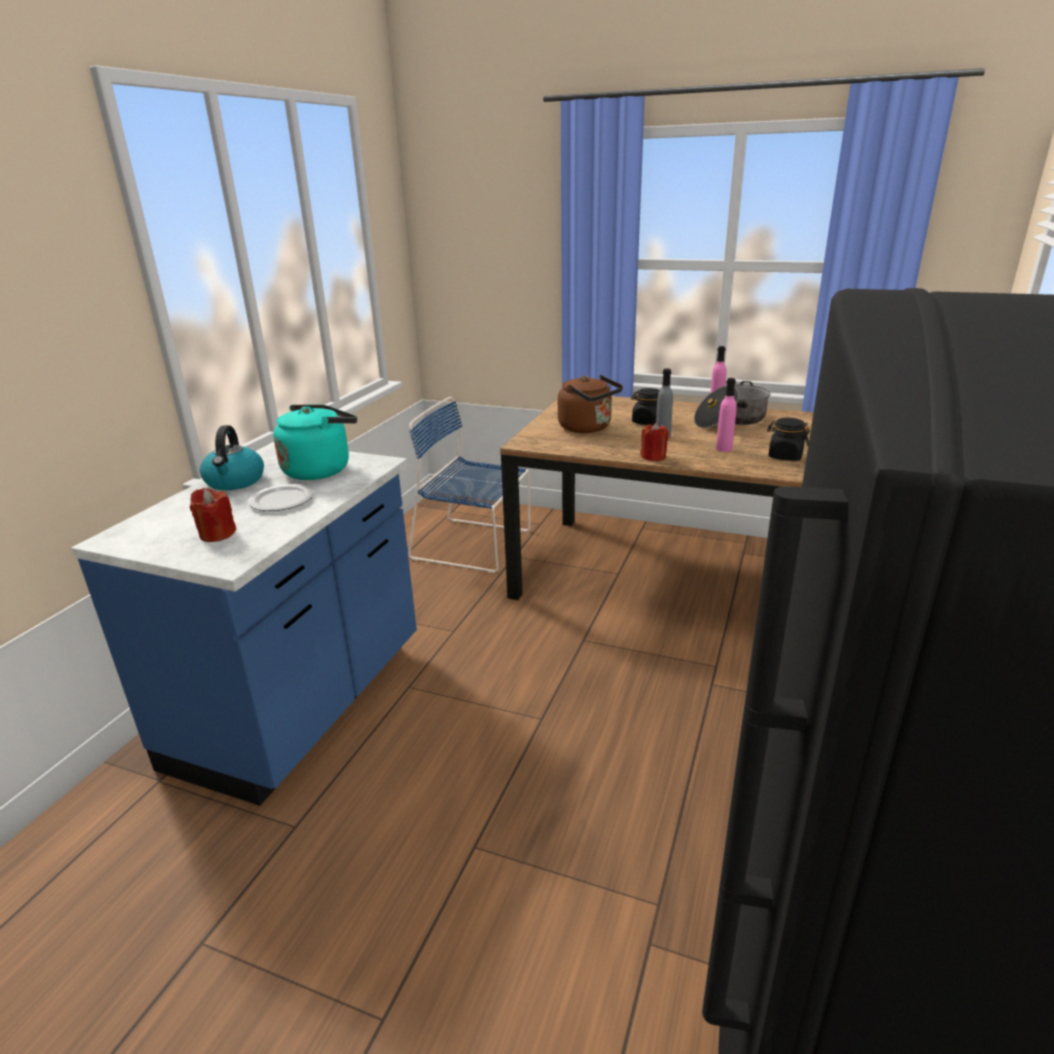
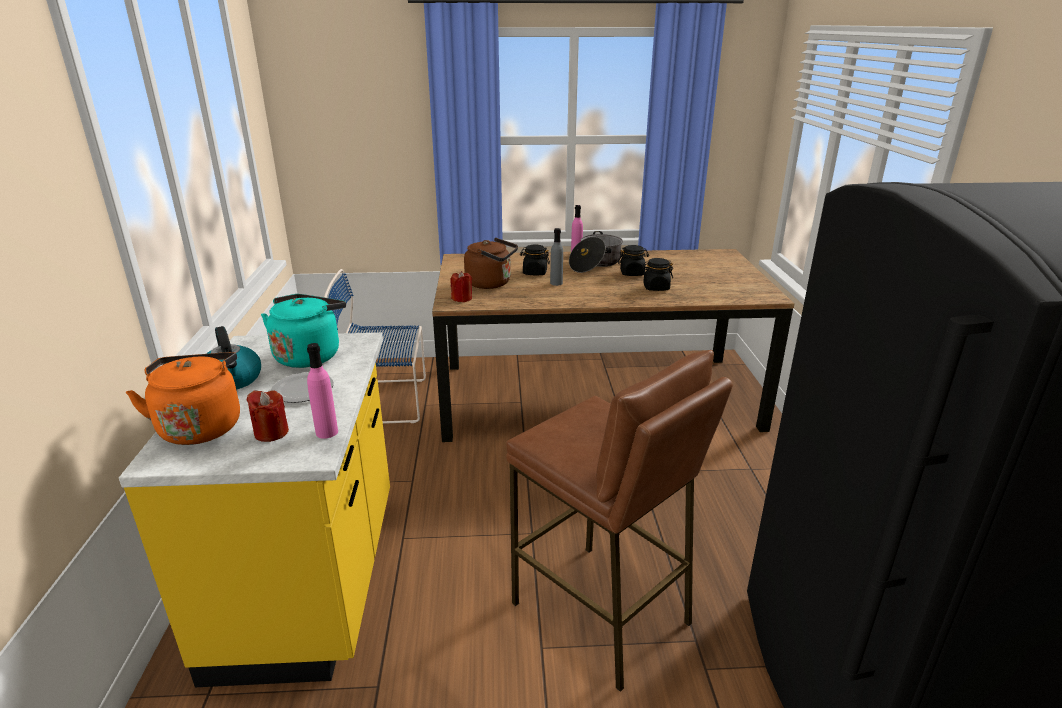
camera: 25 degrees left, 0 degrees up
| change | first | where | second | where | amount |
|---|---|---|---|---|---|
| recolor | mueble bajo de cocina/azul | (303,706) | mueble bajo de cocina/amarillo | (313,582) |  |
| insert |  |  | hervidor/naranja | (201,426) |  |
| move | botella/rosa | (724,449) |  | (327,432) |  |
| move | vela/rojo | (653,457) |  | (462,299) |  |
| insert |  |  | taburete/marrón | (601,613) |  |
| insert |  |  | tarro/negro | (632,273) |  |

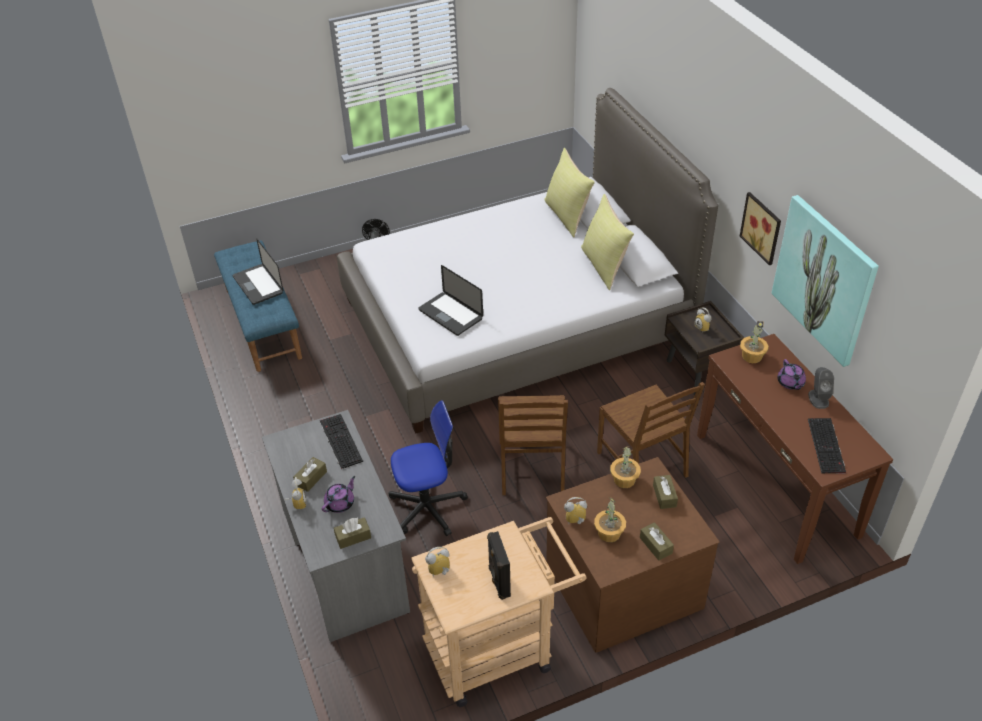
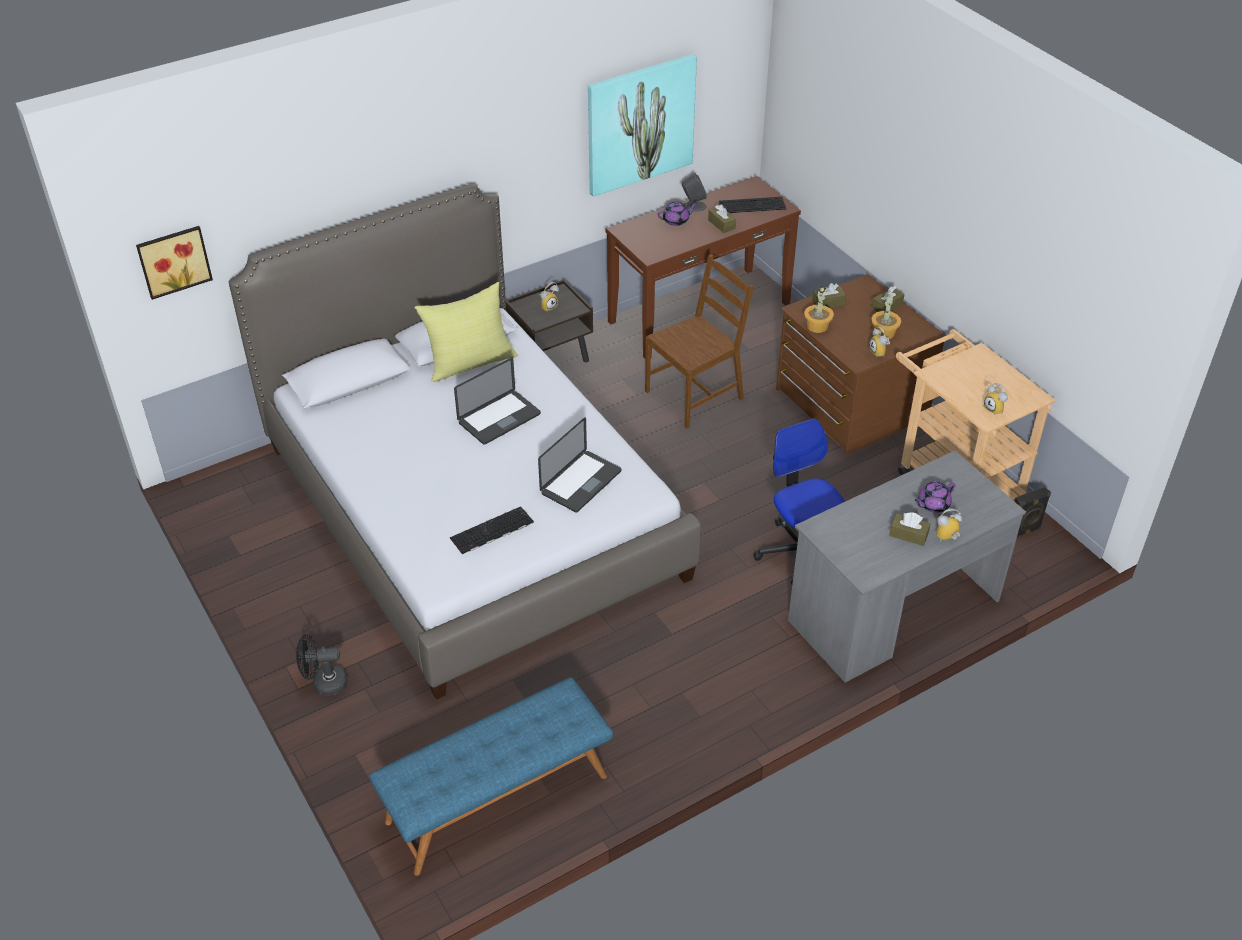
camera: 100 degrees left, 0 degrees up
| change | first | where | second | where | amount |
|---|---|---|---|---|---|
| move | cuadro | (763,227) |  | (173,260) |  |
| move | teclado | (339,441) |  | (491,531) |  |
| move | portátil | (258,285) |  | (499,418) |  |
| move | caja de pañuelos/marrón | (353,537) |  | (721,224) |  |
| rotate | tetera/morado | (340,503) |  | (932,504) | 60 degrees counterclockwise |
| move | altavoz/negro | (498,582) |  | (1024,531) |  |
| delete | silla/marrón | (532,468) |  |  |  |
| delete | cojín/amarillo | (567,216) |  |  |  |
| delete | planta en maceta | (752,356) |  |  |  |

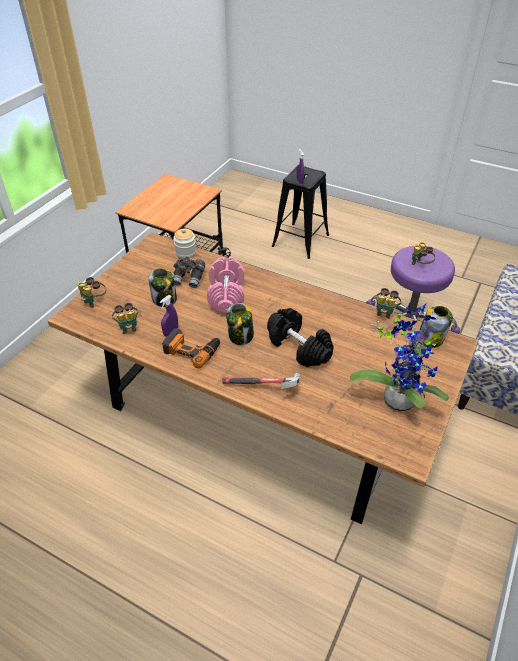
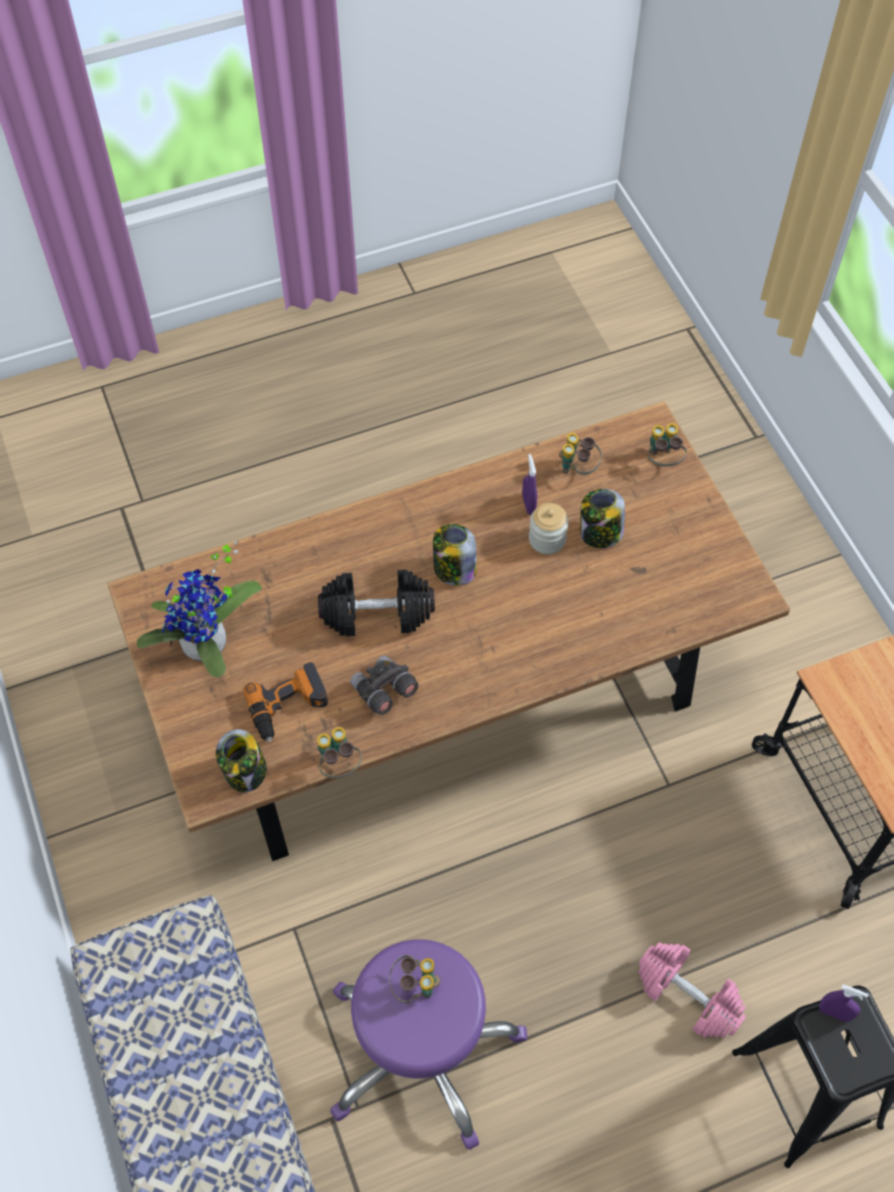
camera: 130 degrees right, 15 degrees up
| change | first | where | second | where | amount |
|---|---|---|---|---|---|
| move | taladro | (192,349) |  | (288,707) |  |
| move | prismáticos/gris | (189,278) |  | (383,692) |  |
| move | tarro | (186,253) |  | (547,539) |  |
| move | mancuerna/rosa | (226,294) |  | (689,995) |  |
| delete | martillo | (263,387) |  |  |  |

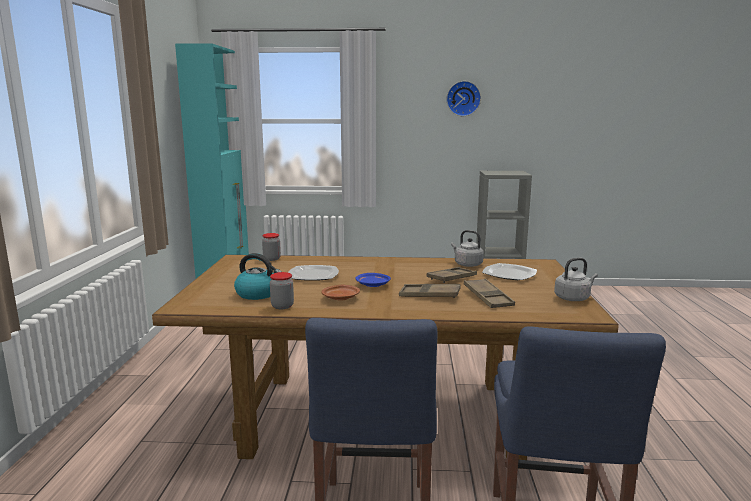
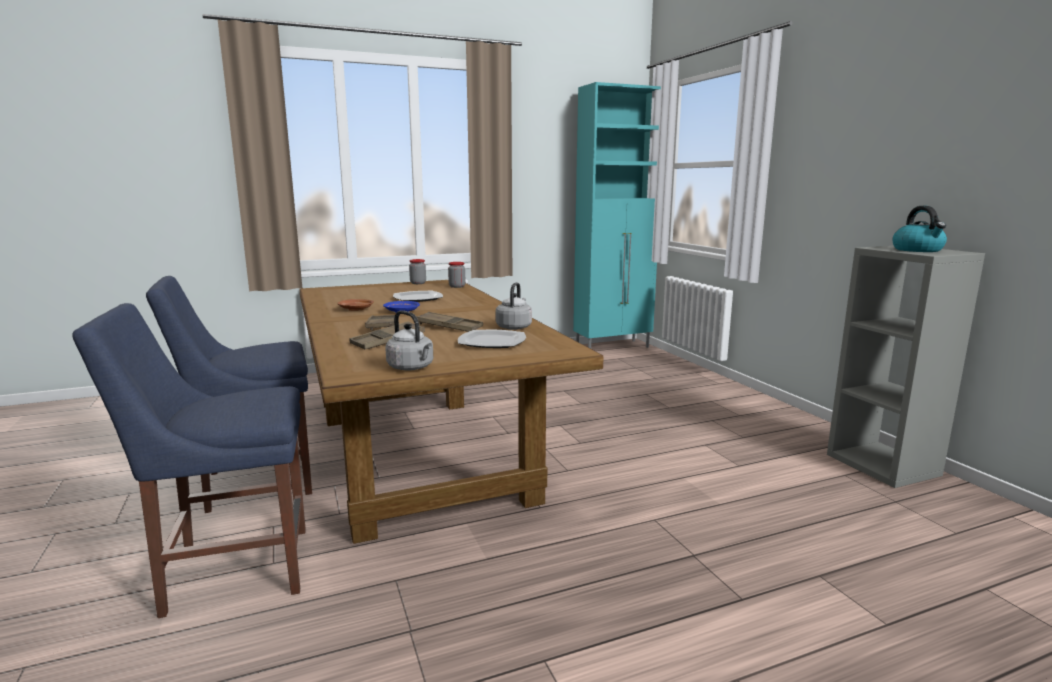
camera: 65 degrees right, 0 degrees up
| change | first | where | second | where | amount |
|---|---|---|---|---|---|
| move | tarro | (282,306) |  | (418,283) |  |
| move | hervidor | (258,294) |  | (918,250) |  |
| delete | reloj de pared | (463,98) |  |  |  |

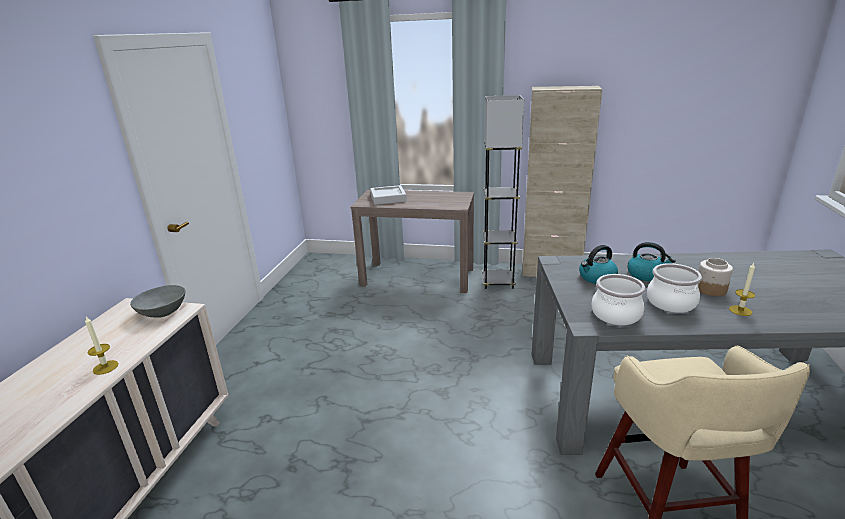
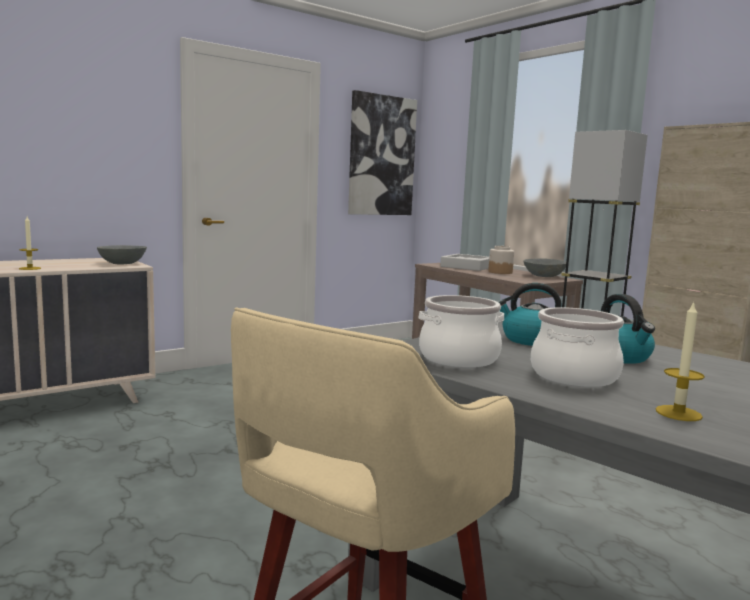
camera: 40 degrees right, 15 degrees down
| change | first | where | second | where | amount |
|---|---|---|---|---|---|
| insert |  |  | cuadro | (381,156) |  |
| move | tarro | (710,289) |  | (500,272) |  |
| insert |  |  | cuenco/gris | (543,276) |  |

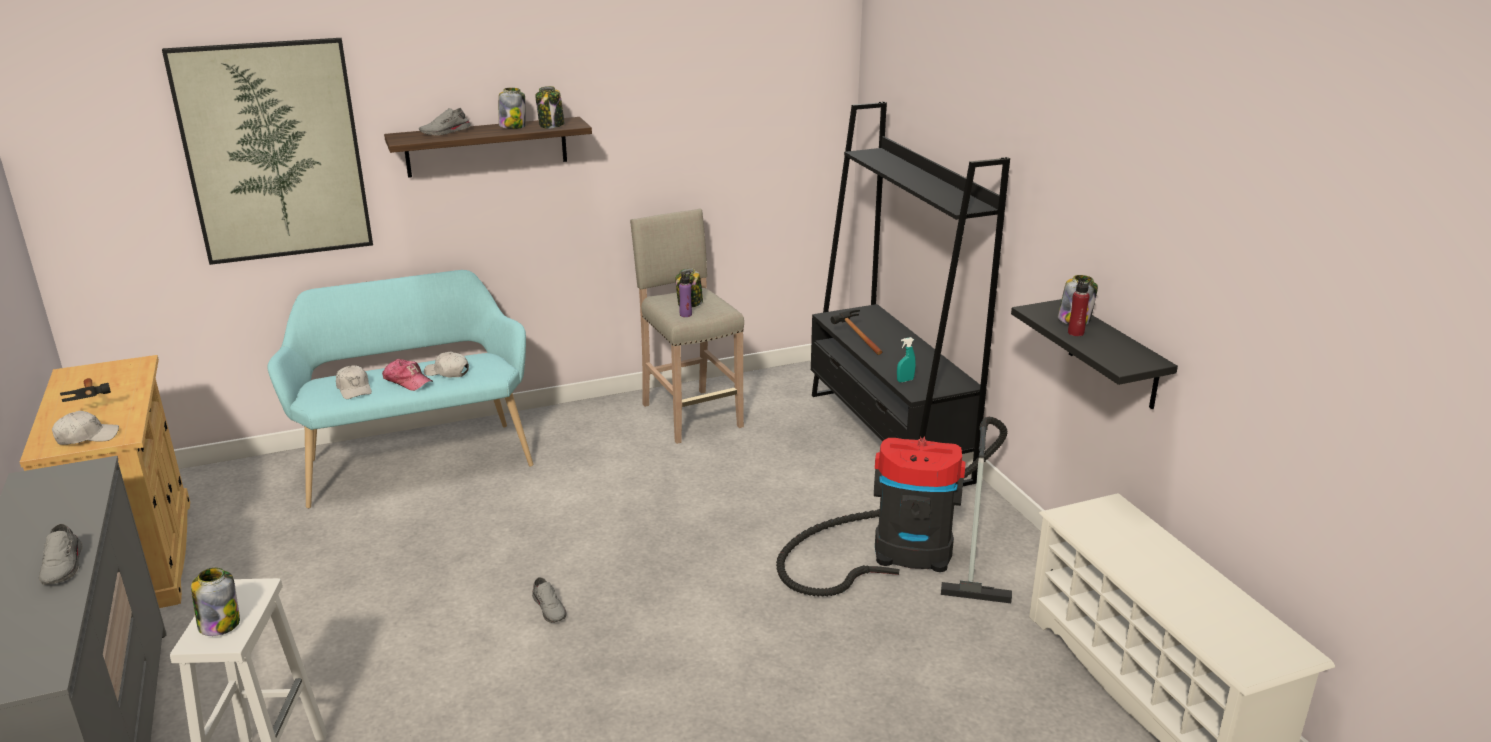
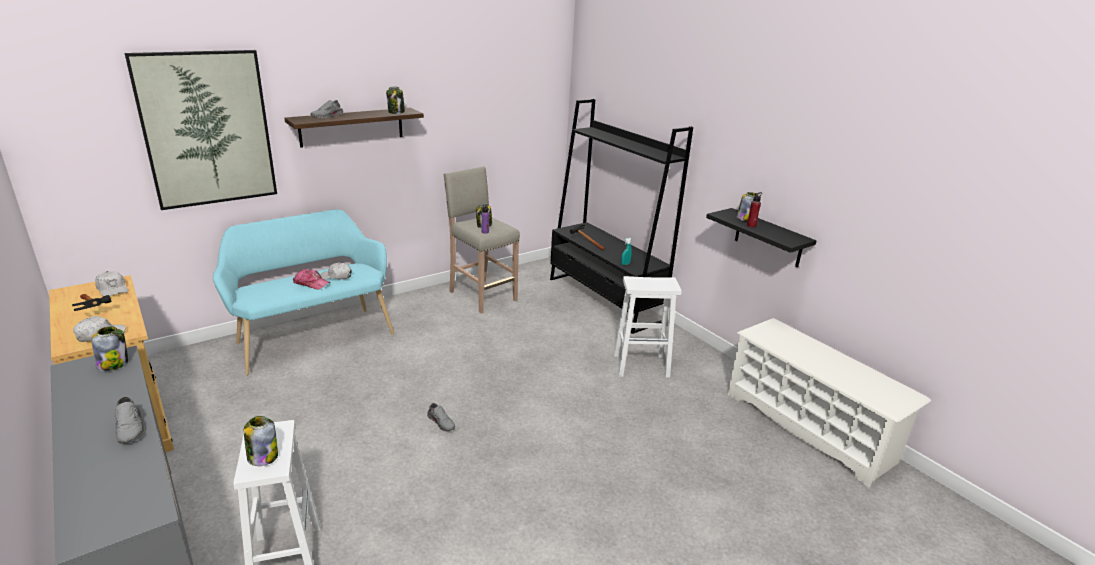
camera: 15 degrees left, 0 degrees up
| change | first | where | second | where | amount |
|---|---|---|---|---|---|
| move | tarro | (512,126) |  | (113,363) |  |
| move | gorra/blanco | (354,389) |  | (113,289) |  |
| replace | aspiradora | (902,552) | taburete/blanco | (642,365) |  |

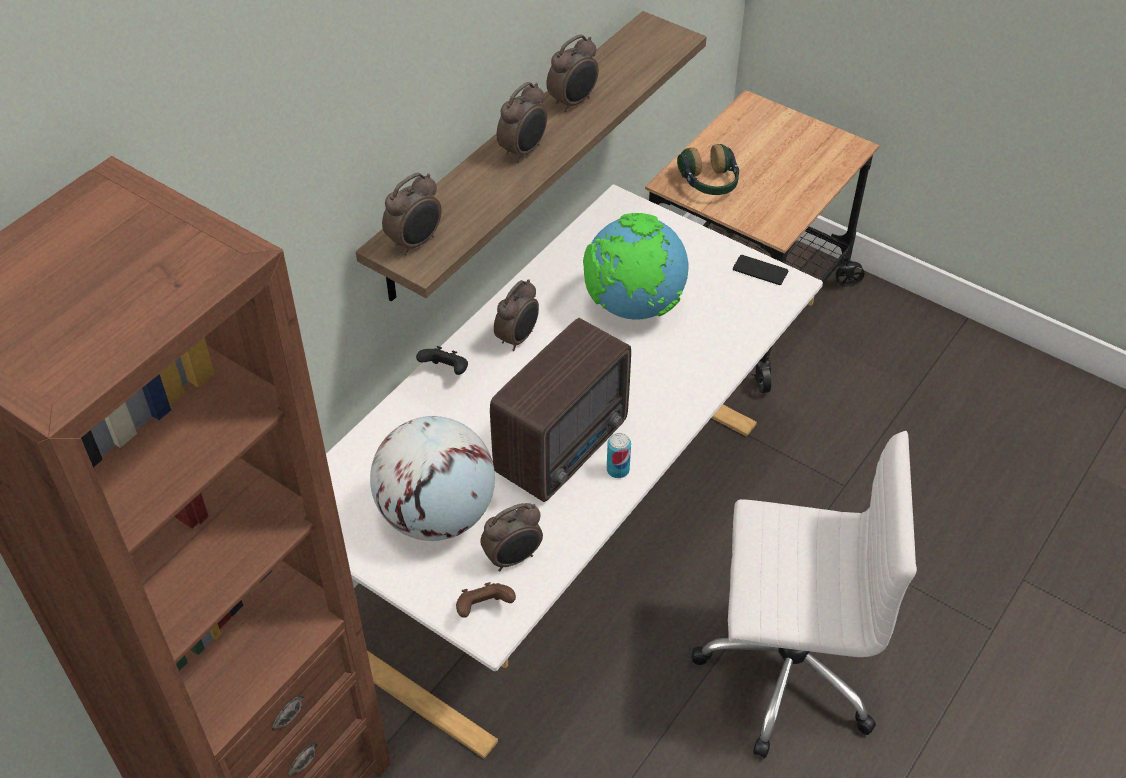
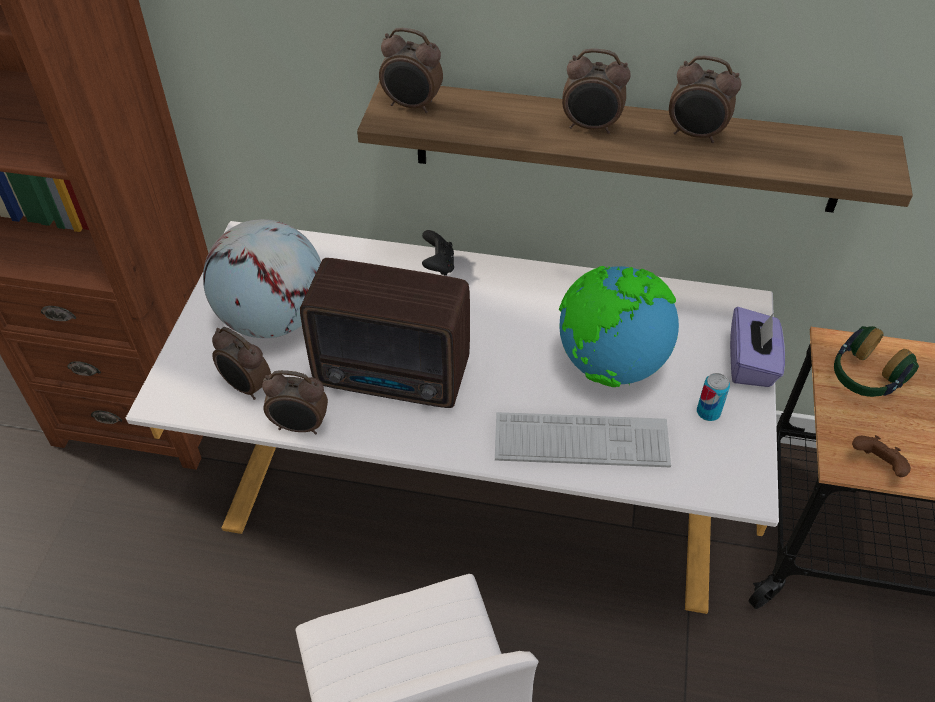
camera: 65 degrees right, 0 degrees up
| change | first | where | second | where | amount |
|---|---|---|---|---|---|
| move | despertador | (518,338) |  | (300,427) |  |
| insert |  |  | teclado | (581,441) |  |
| move | lata | (618,470) |  | (708,412) |  |
| insert |  |  | caja de pañuelos/morado | (751,363) |  |
| move | mando de consola/marrón | (484,608) |  | (877,465) |  |
| delete | móvil | (760,270) |  |  |  |

